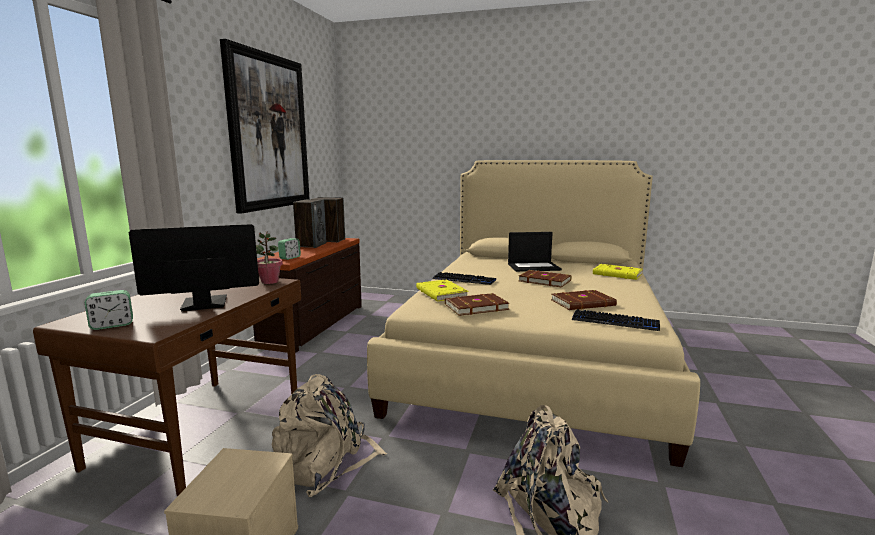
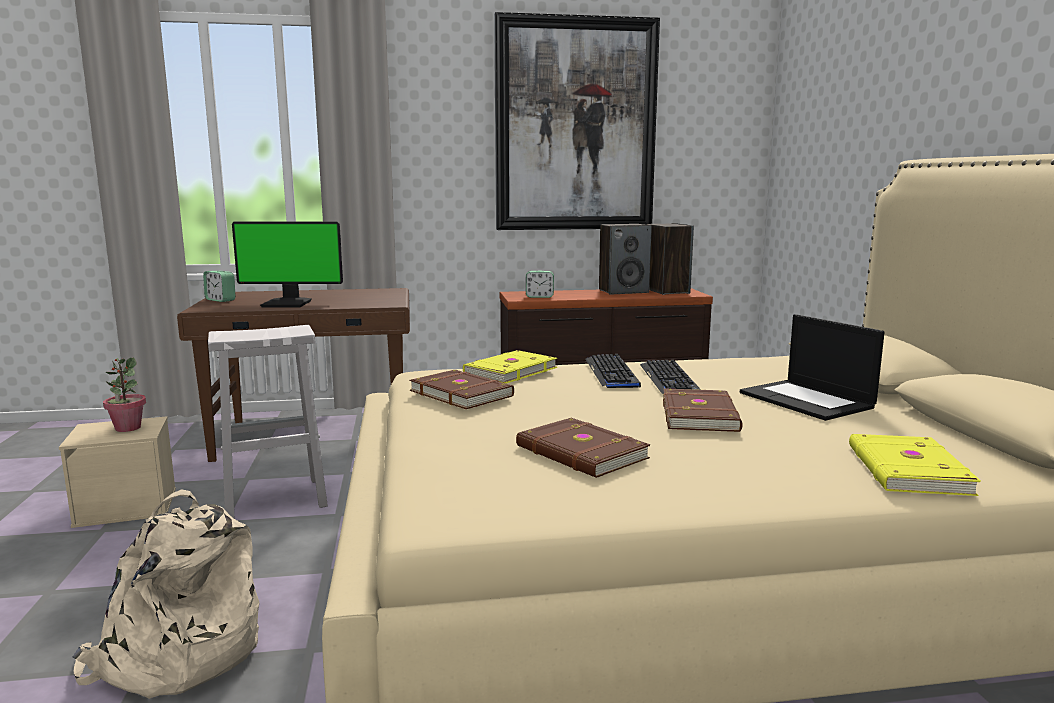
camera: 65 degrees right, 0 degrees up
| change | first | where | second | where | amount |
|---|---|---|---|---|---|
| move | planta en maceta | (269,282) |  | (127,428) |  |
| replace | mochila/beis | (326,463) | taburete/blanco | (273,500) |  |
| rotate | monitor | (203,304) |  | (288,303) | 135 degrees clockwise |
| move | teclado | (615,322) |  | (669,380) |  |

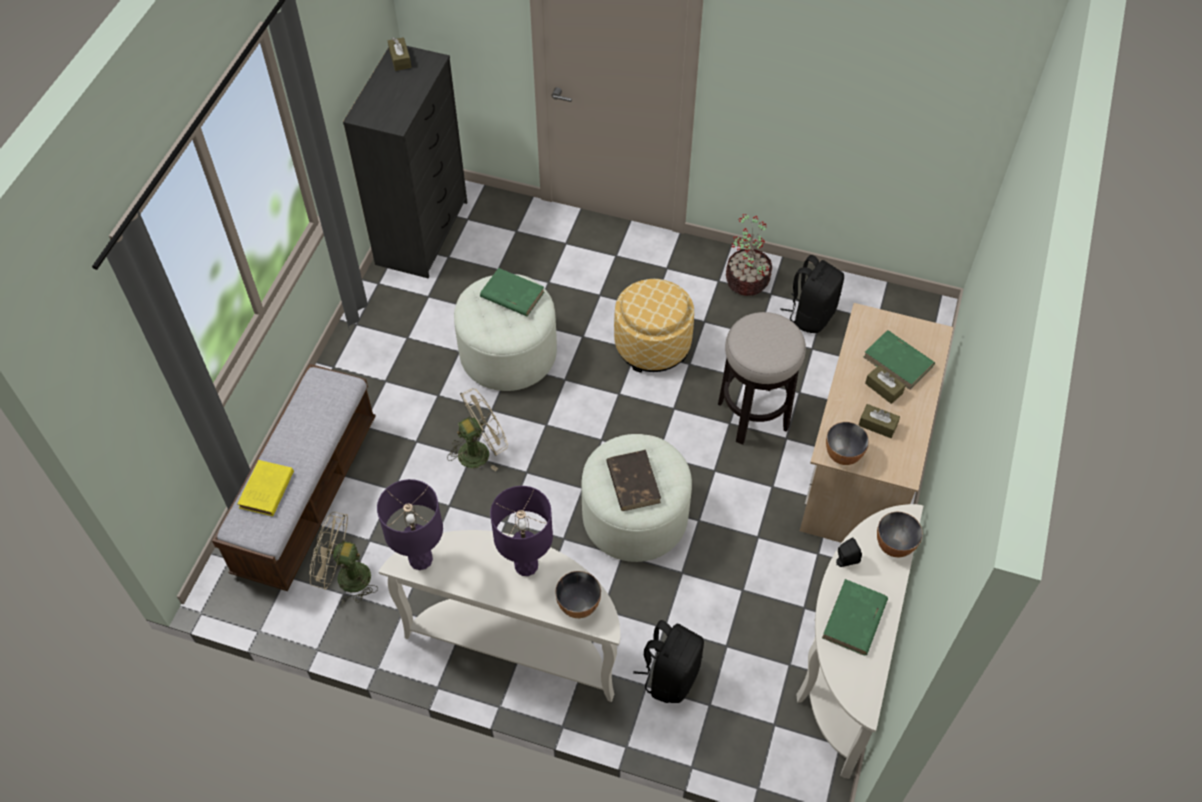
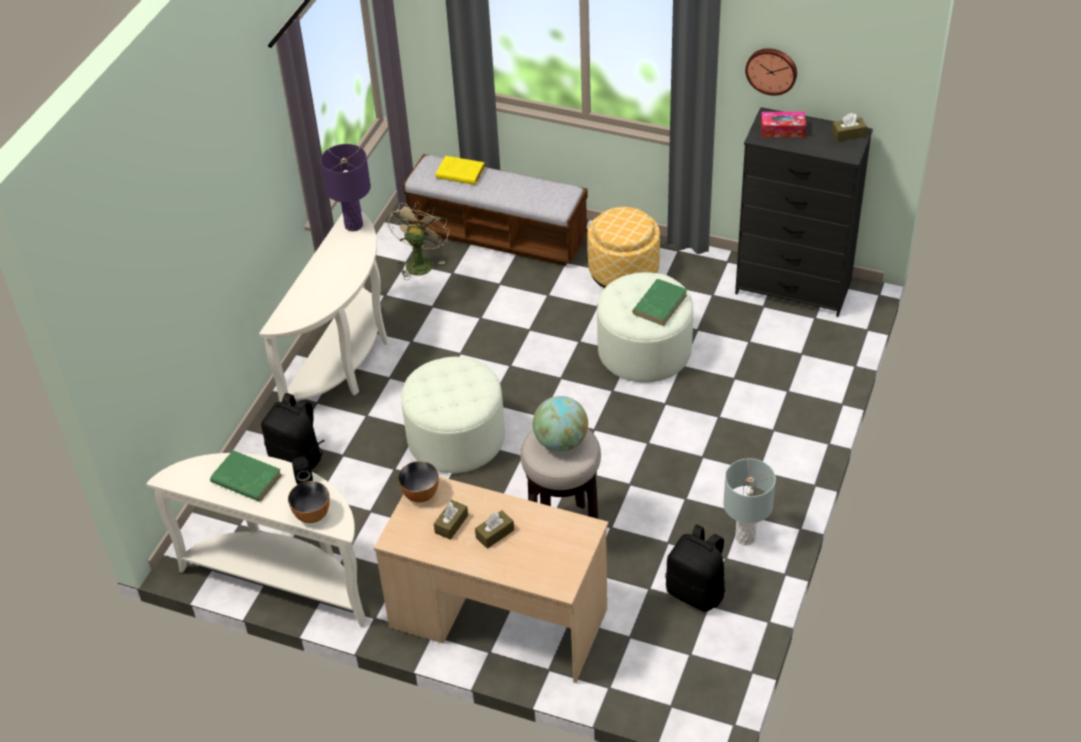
camera: 95 degrees right, 10 degrees down
| change | first | where | second | where | amount |
|---|---|---|---|---|---|
| insert |  |  | globo terráqueo | (561,442) |  |
| move | puf | (652,345) |  | (623,272) |  |
| replace | planta en maceta | (746,279) | lámpara de mesa/gris | (745,538) |  |
| insert |  |  | reloj de pared | (772,70) |  |
| insert |  |  | caja de pañuelos | (782,130) |  |
| delete | ventilador/beis | (480,450) |  |  |  |
| delete | lámpara de mesa/morado | (526,565) |  |  |  |
| delete | cuenco | (578,605) |  |  |  |
| delete | libro/marrón | (633,482) |  |  |  |
| delete | libro/verde | (898,362) |  |  |  |

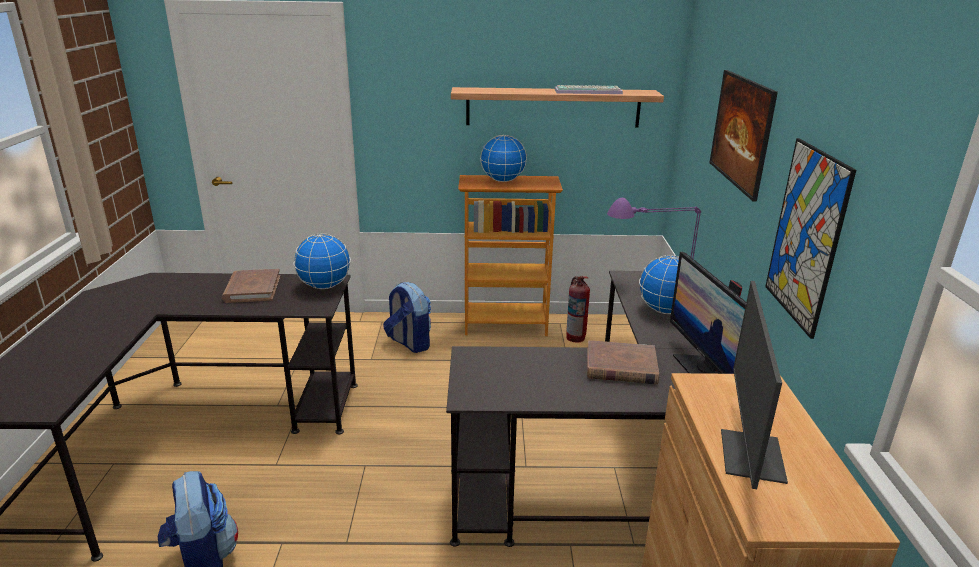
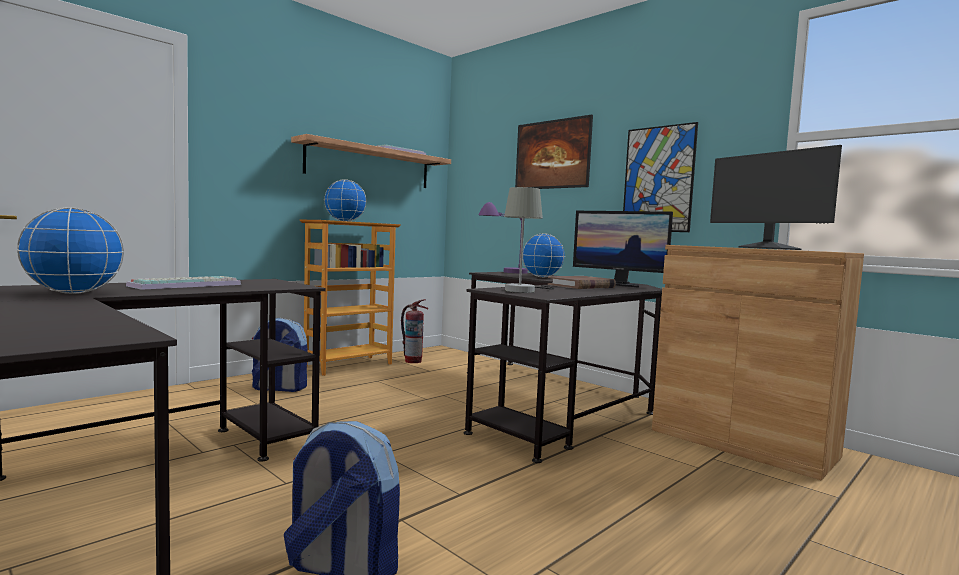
camera: 45 degrees left, 20 degrees down
| change | first | where | second | where | amount |
|---|---|---|---|---|---|
| move | globo terráqueo | (324,286) |  | (73,293) |  |
| replace | libro/marrón | (252,289) | teclado | (186,285) |  |
| insert |  |  | lámpara de mesa/gris | (525,290) |  |

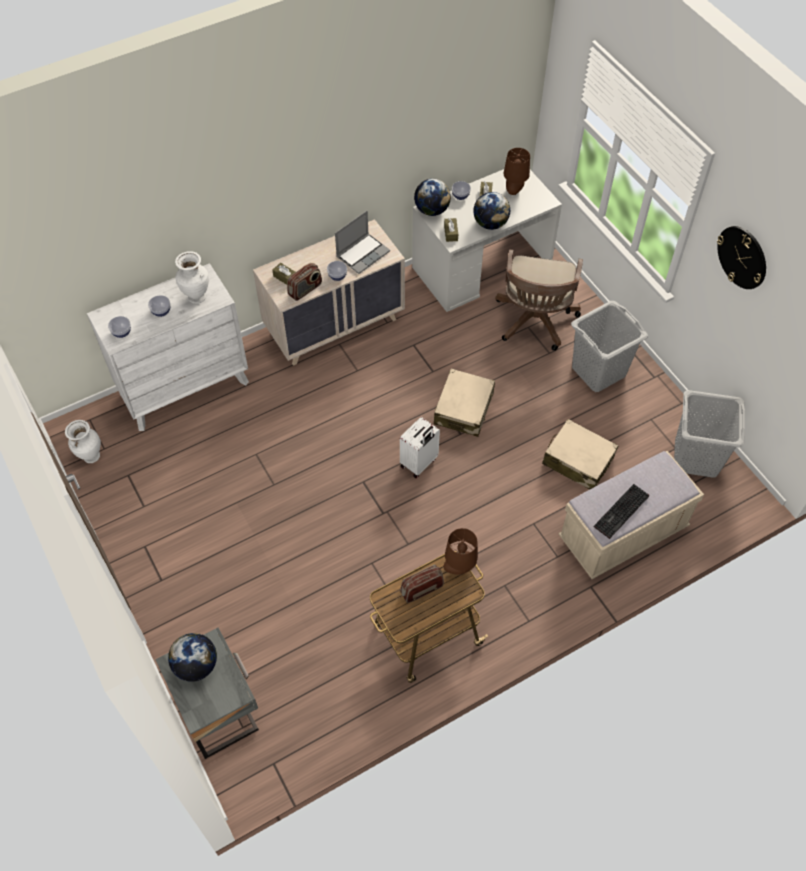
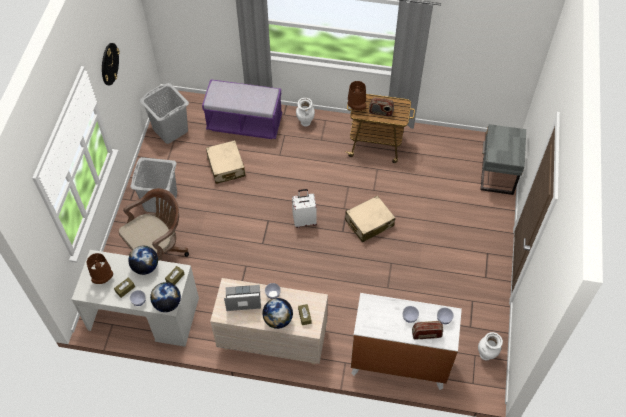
camera: 140 degrees left, 0 degrees up
| change | first | where | second | where | amount |
|---|---|---|---|---|---|
| recolor | banco/beis | (622,533) | banco/morado | (244,124) |  |
| move | globo terráqueo | (196,665) |  | (278,319) |  |
| move | florero/blanco | (197,297) |  | (305,123) |  |
| move | maleta/beis | (464,409) |  | (369,223) |  |
| move | radio | (305,290) |  | (426,334) |  |
| delete | teclado | (621,513) |  |  |  |

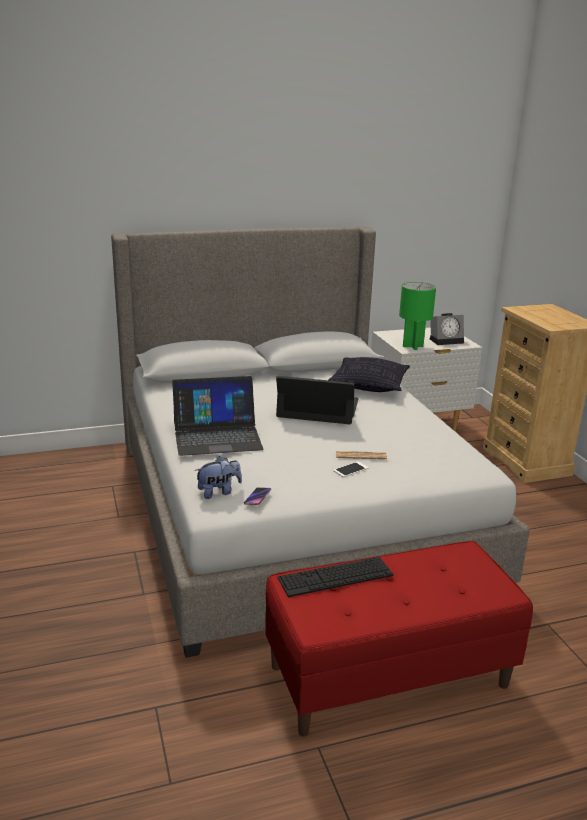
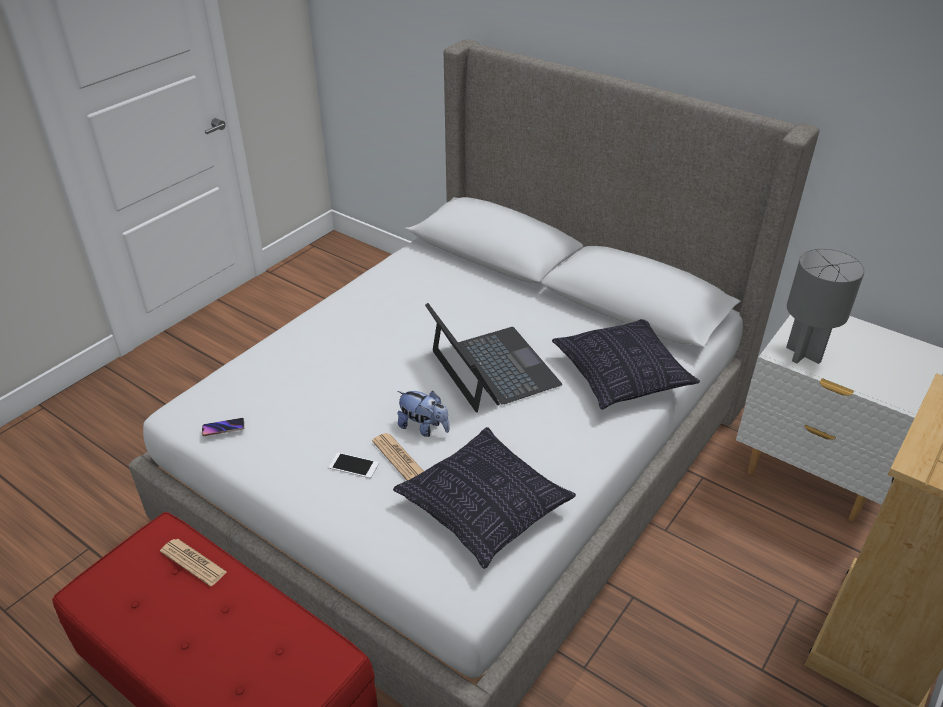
camera: 55 degrees right, 15 degrees up
| change | first | where | second | where | amount |
|---|---|---|---|---|---|
| replace | teclado | (335,576) | periódico | (193,562) |  |
| insert |  |  | cojín | (484,508) |  |
| move | peluche | (218,492) |  | (424,427) |  |
| recolor | lámpara de mesa/verde | (412,346) | lámpara de mesa/gris | (803,354) |  |
| delete | portátil | (217,436) |  |  |  |
| delete | despertador | (446,340) |  |  |  |

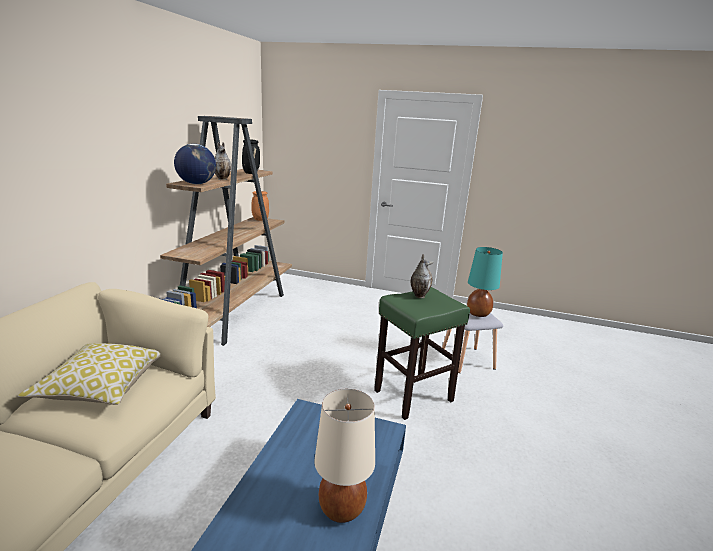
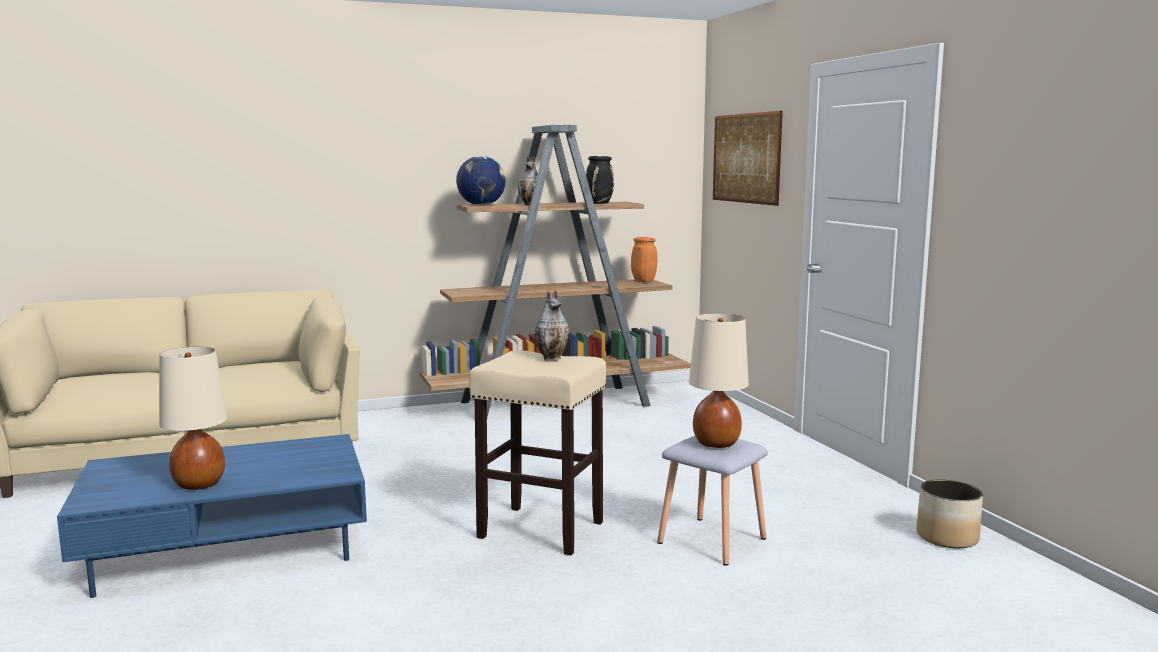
camera: 55 degrees right, 10 degrees down
| change | first | where | second | where | amount |
|---|---|---|---|---|---|
| recolor | taburete/verde | (412,396) | taburete/beis | (539,530) |  |
| recolor | lámpara de mesa/turquesa | (478,314) | lámpara de mesa/beis | (716,444) |  |
| insert |  |  | cuadro | (745,158) |  |
| insert |  |  | maceta | (948,537) |  |
| delete | cojín | (101,385) |  |  |  |

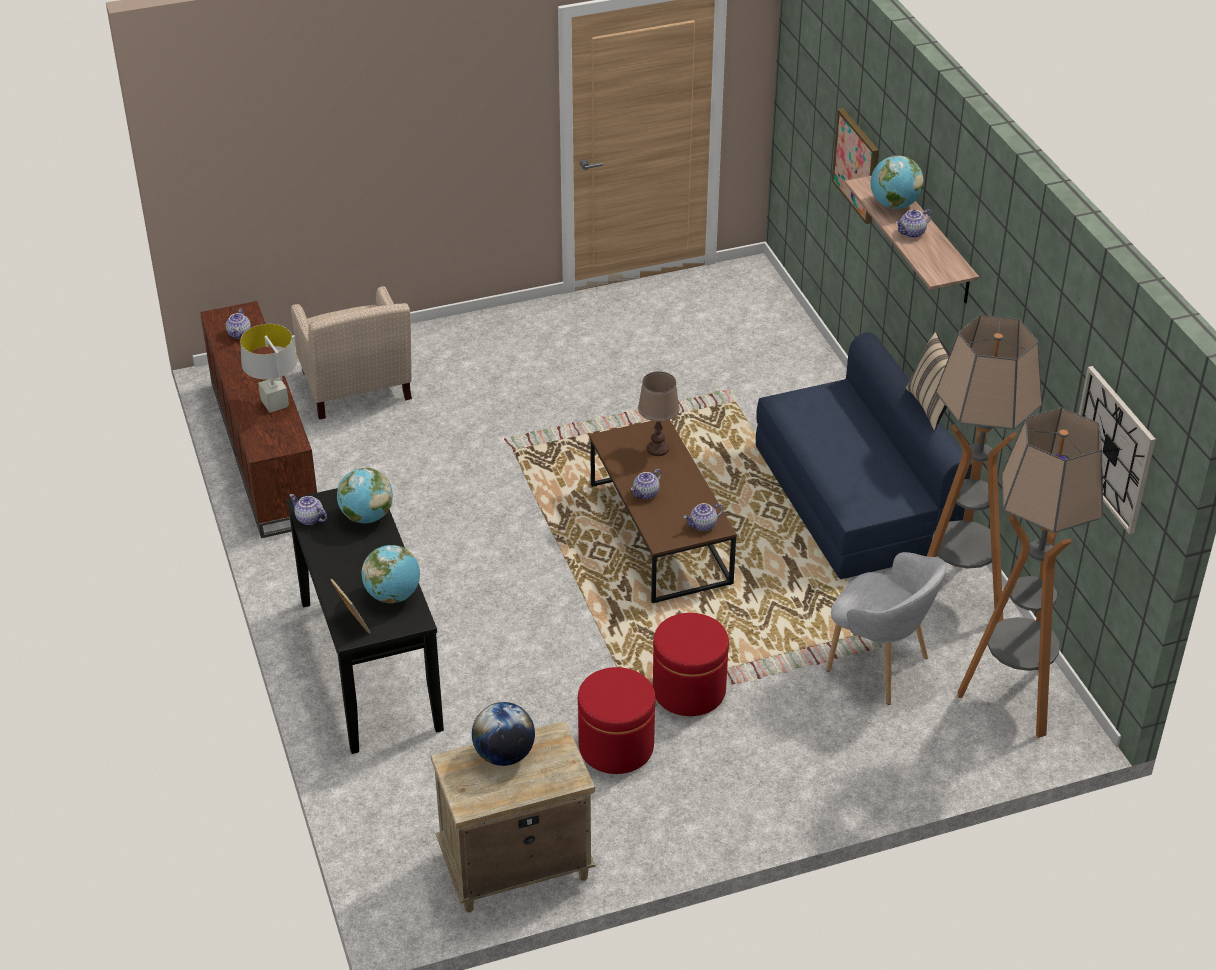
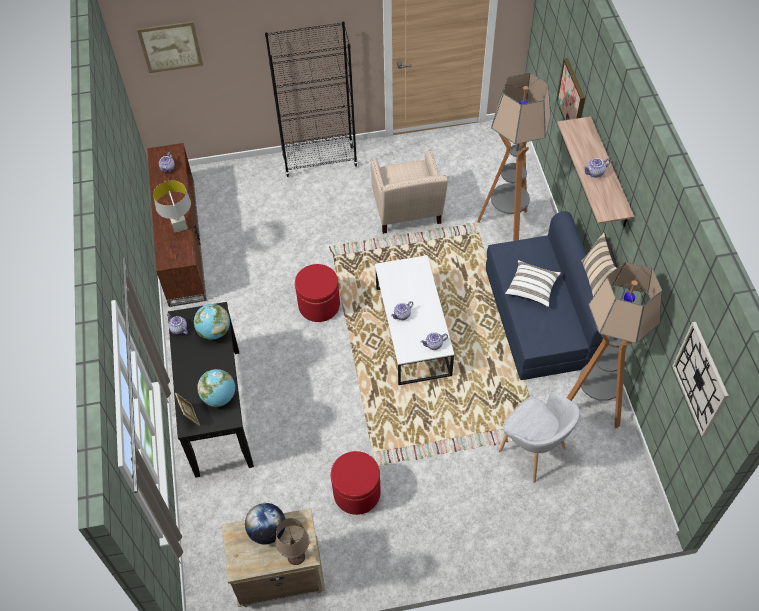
camera: 10 degrees right, 15 degrees up
| change | first | where | second | where | amount |
|---|---|---|---|---|---|
| insert |  |  | cuadro | (170,47) |  |
| insert |  |  | estantería/negro | (320,161) |  |
| move | lámpara de mesa/marrón | (657,449) |  | (296,556) |  |
| move | puf/rojo | (689,690) |  | (319,305) |  |
| move | sillón/beis | (356,391) |  | (407,213) |  |
| recolor | mesa de centro/marrón | (659,534) | mesa de centro/blanco | (412,331) |  |
| move | lámpara de pie | (1012,699) |  | (506,226) |  |
| insert |  |  | cojín/blanco | (532,288) |  |
| delete | globo terráqueo | (894,205) |  |  |  |

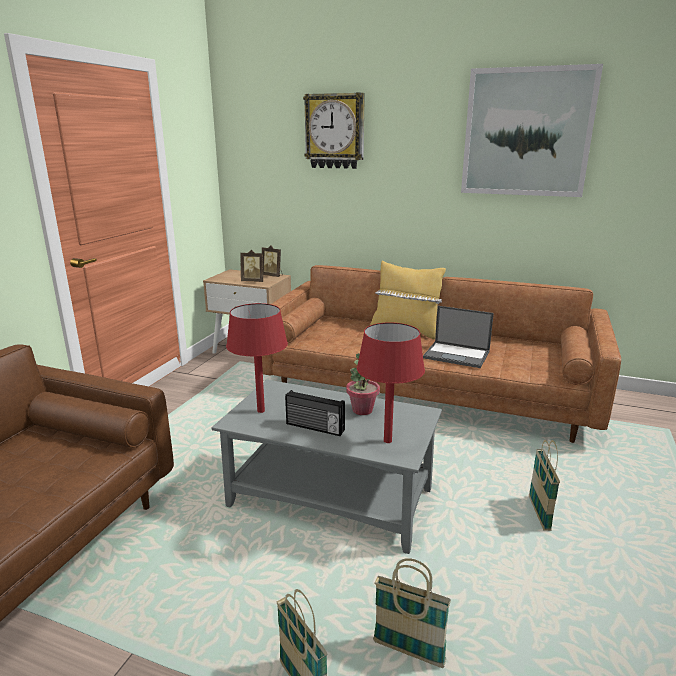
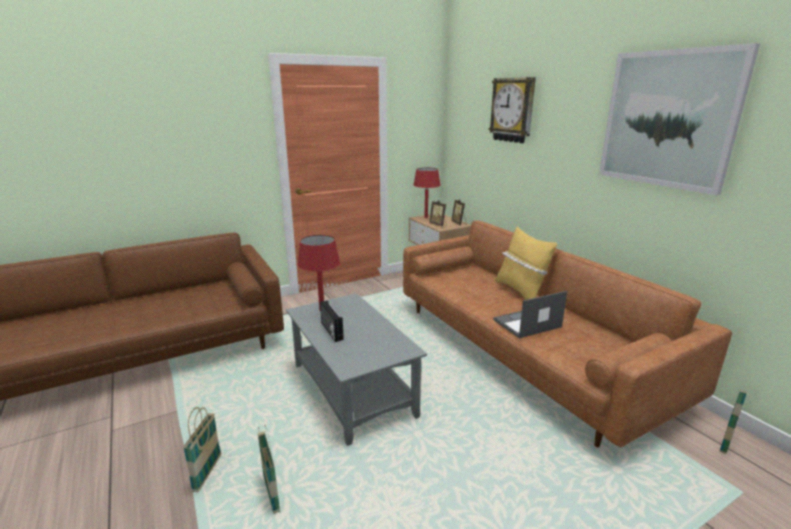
camera: 40 degrees right, 0 degrees up
| change | first | where | second | where | amount |
|---|---|---|---|---|---|
| move | lámpara de mesa/rojo | (387,441) |  | (426,217) |  |
| rotate | portátil | (457,355) |  | (526,323) | 90 degrees clockwise |
| move | cesta | (539,514) |  | (726,442) |  |
| delete | planta en maceta | (362,410) |  |  |  |

